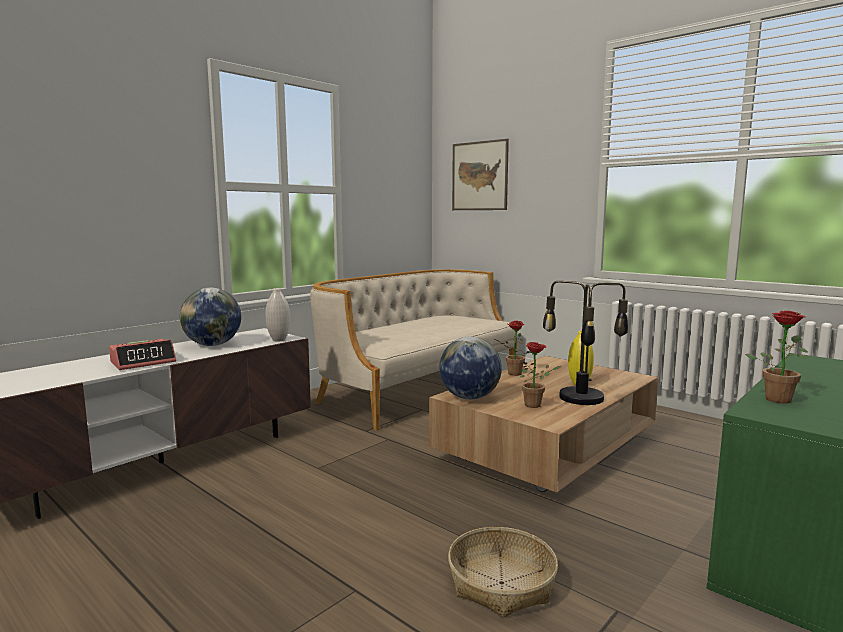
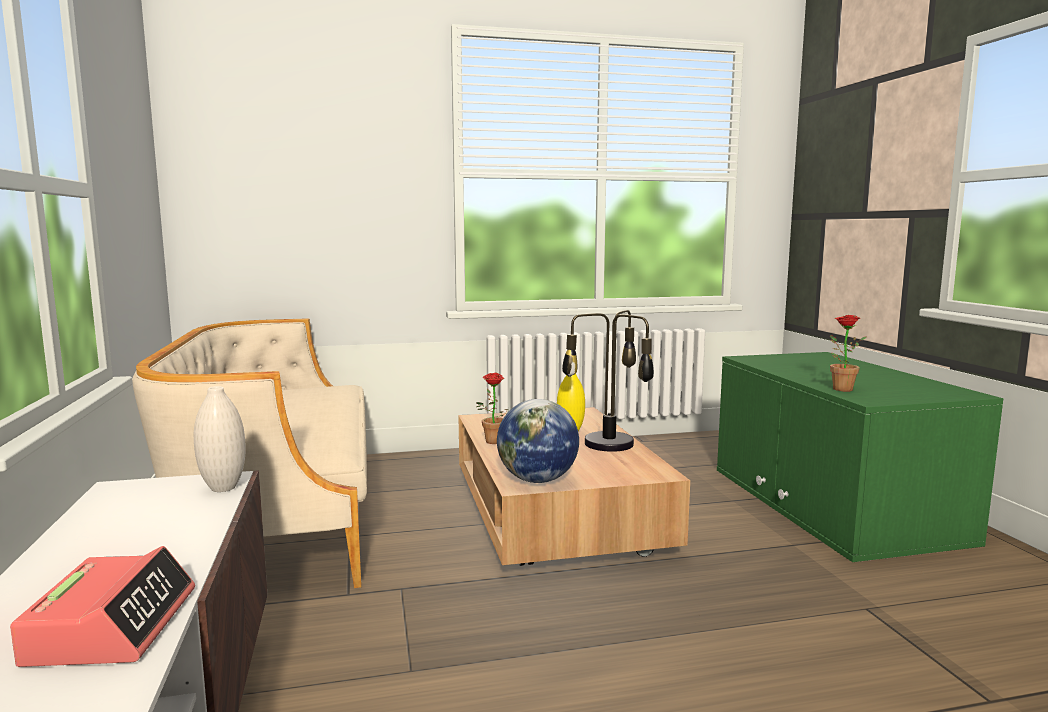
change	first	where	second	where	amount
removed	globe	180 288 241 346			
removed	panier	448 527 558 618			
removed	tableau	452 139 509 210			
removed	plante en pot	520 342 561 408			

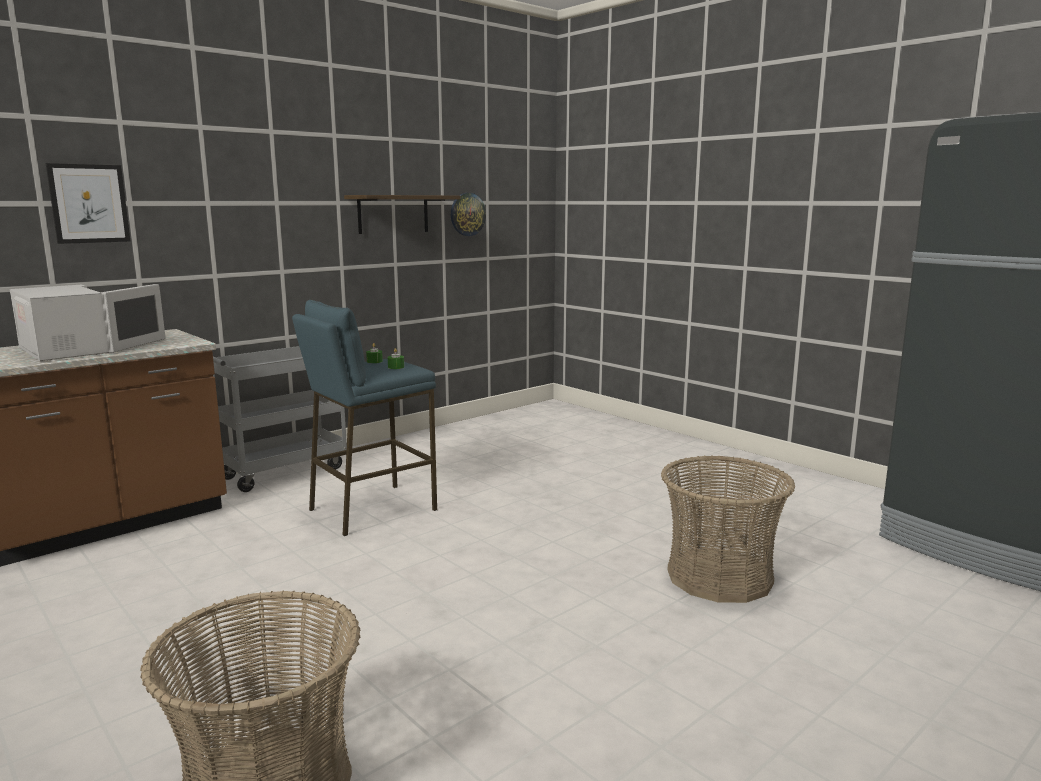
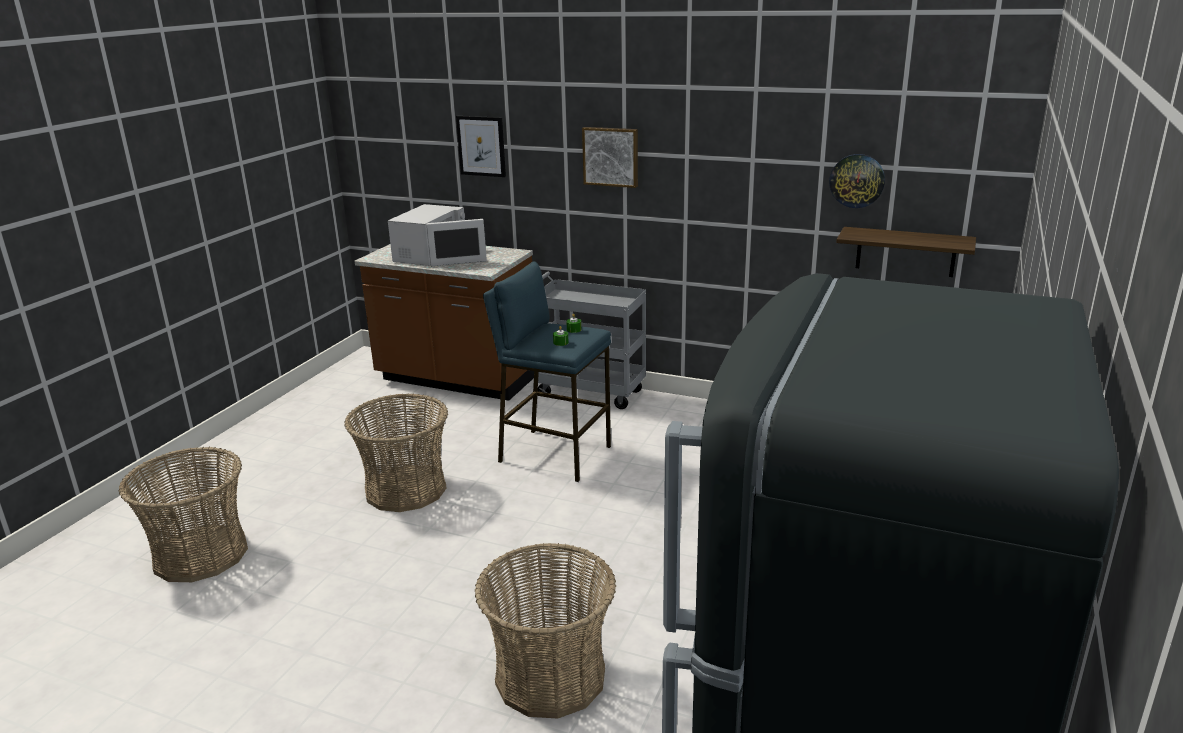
change	first	where	second	where	amount
added			panier	344 394 448 512	
added			tableau	582 127 638 188	
moved	étagère	344 195 461 234		836 227 976 277	

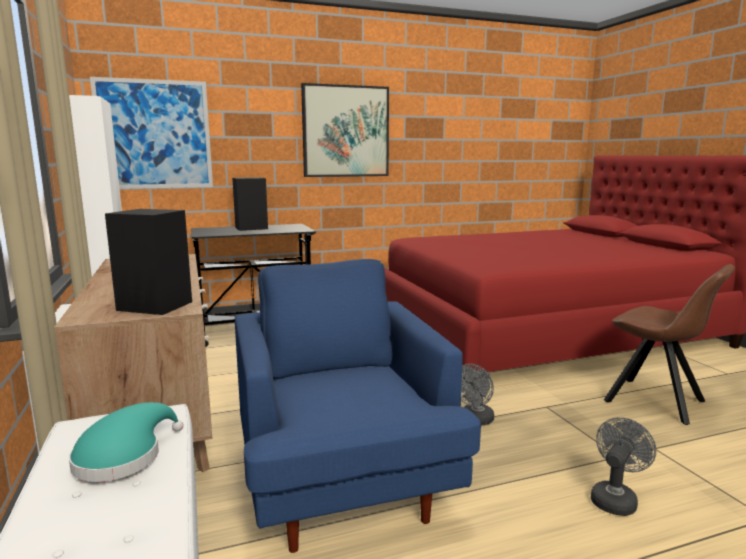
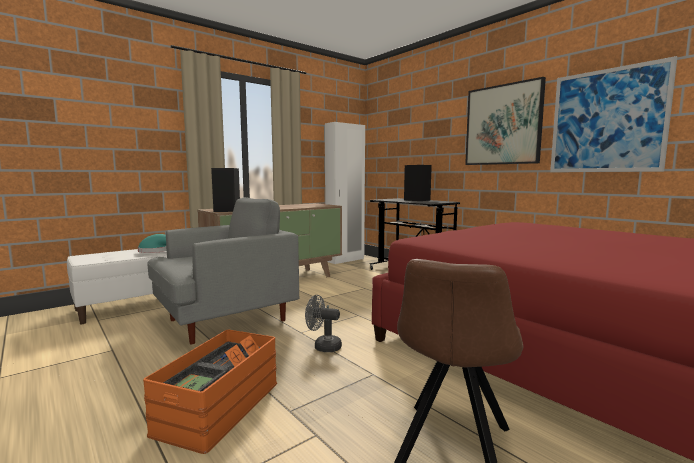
change	first	where	second	where	amount
replaced	ventilateur/gris	591 417 656 516	boîte de rangement/orange	143 330 277 454	
recoloured	fauteuil/bleu	235 259 481 553	fauteuil/gris	147 197 299 344	
moved	tableau	90 77 213 189		550 56 678 172	

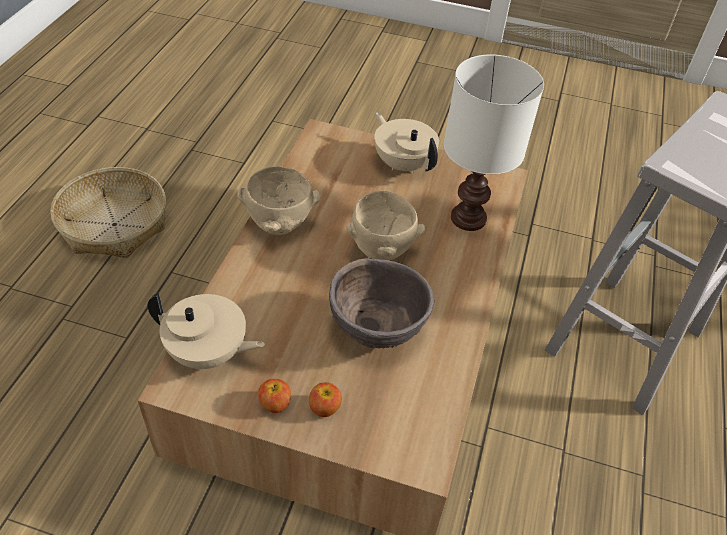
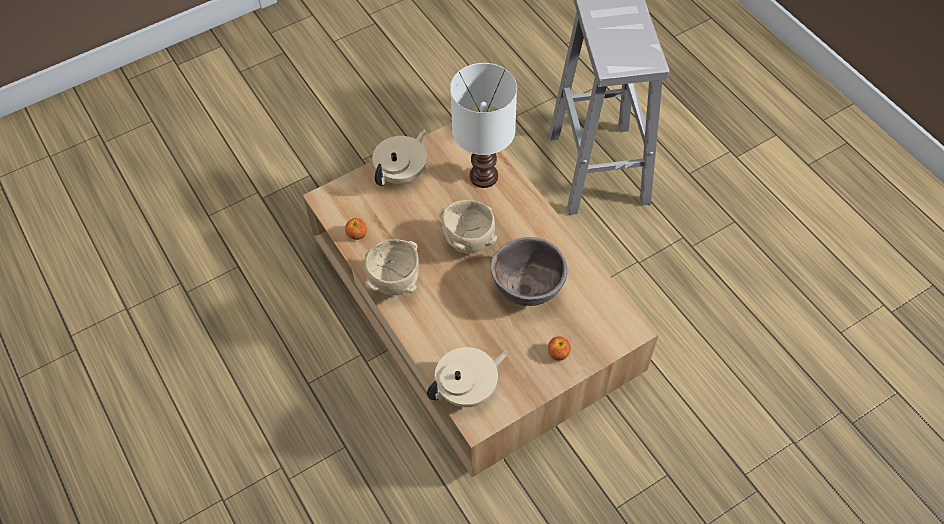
change	first	where	second	where	amount
moved	pomme	258 379 291 413		345 218 367 240	
turned	théière/beige	374 112 439 173		372 129 427 186	120 degrees clockwise
removed	panier	50 167 166 258			

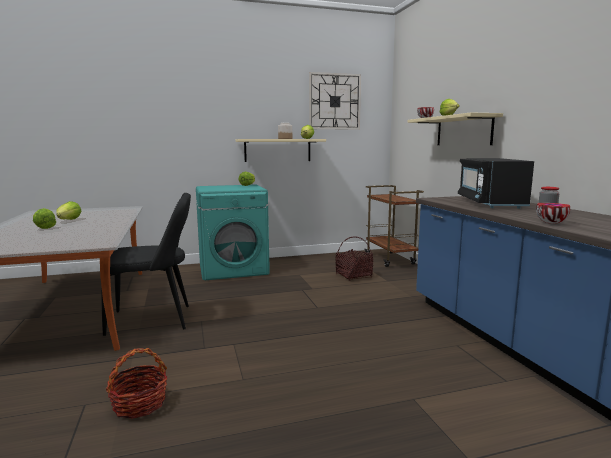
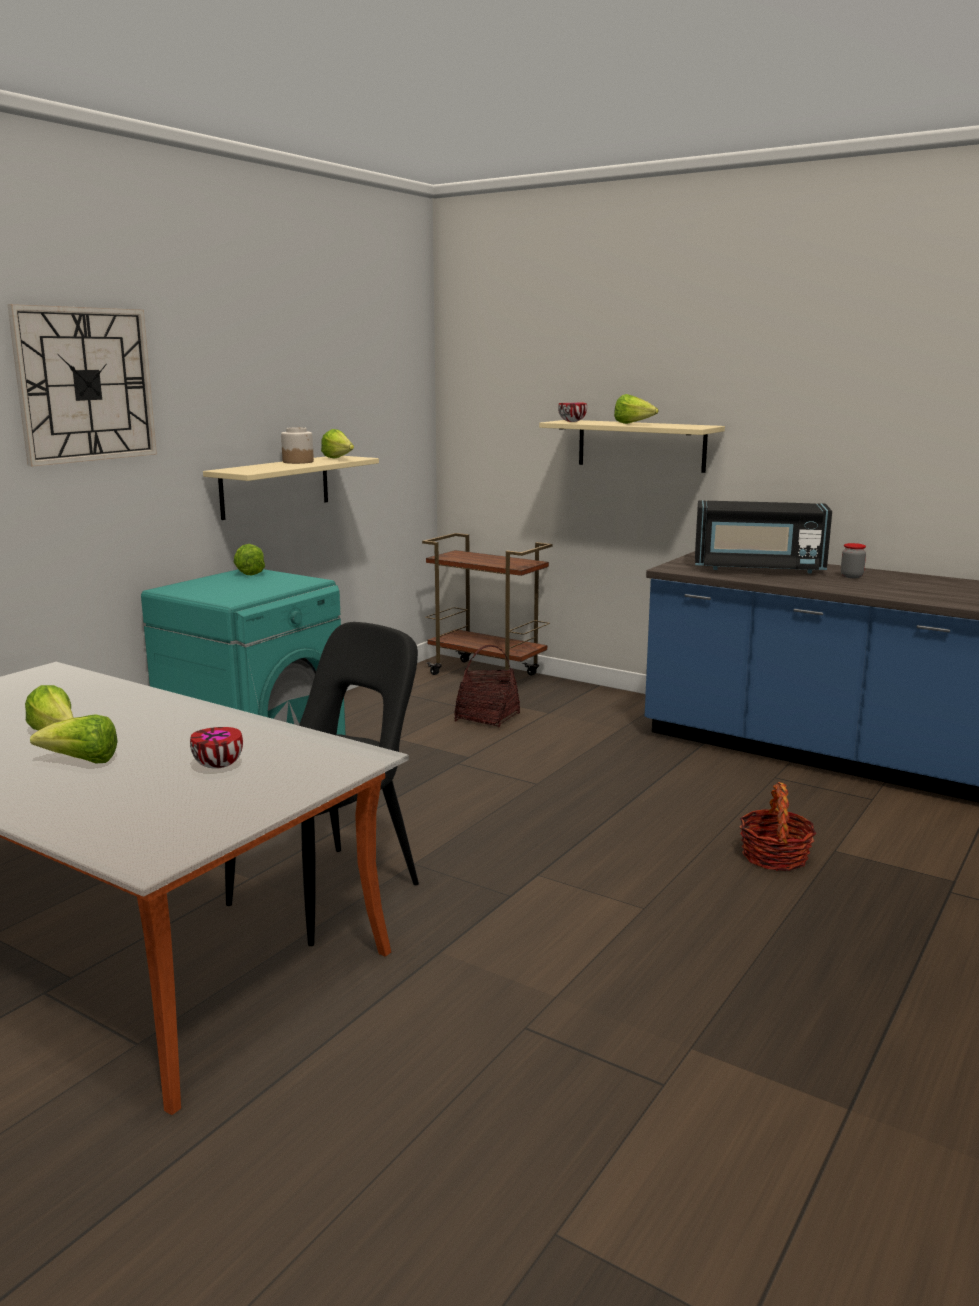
change	first	where	second	where	amount
moved	horloge murale	309 72 361 130		7 304 157 466	
moved	bol	536 203 570 224		190 727 243 769	
turned	micro-ondes/noir	458 158 534 209		695 500 832 574	45 degrees counterclockwise
moved	panier	106 348 167 419		740 782 816 871	

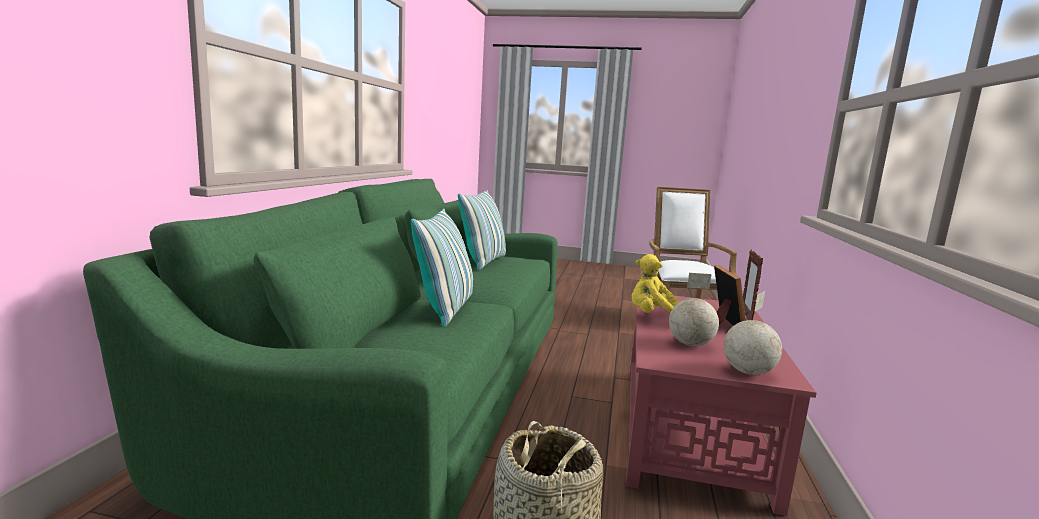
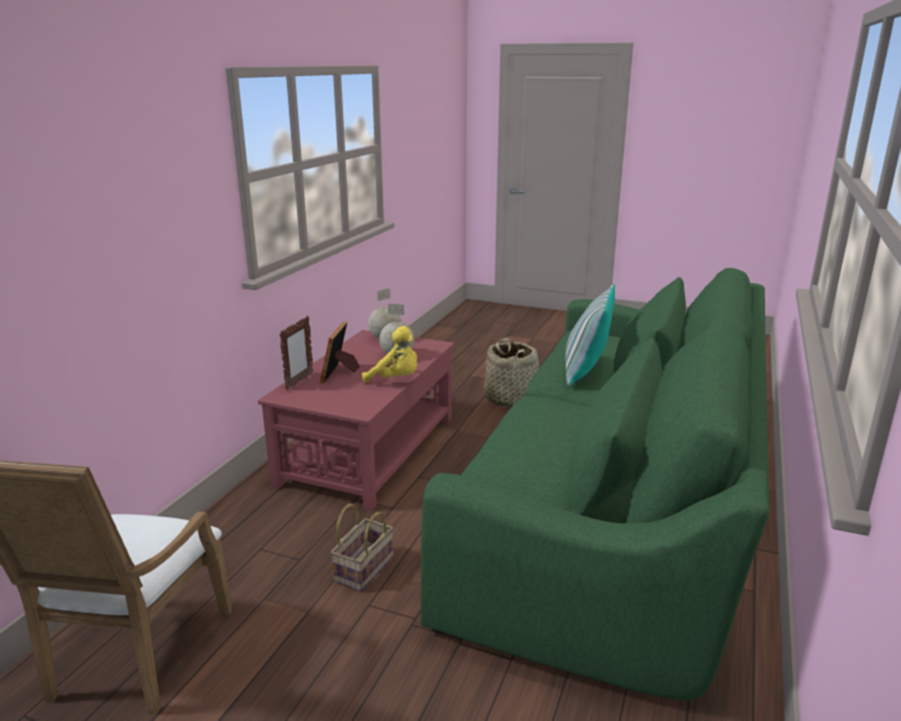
change	first	where	second	where	amount
added			panier	331 504 393 591	
removed	coussin	458 190 506 270			

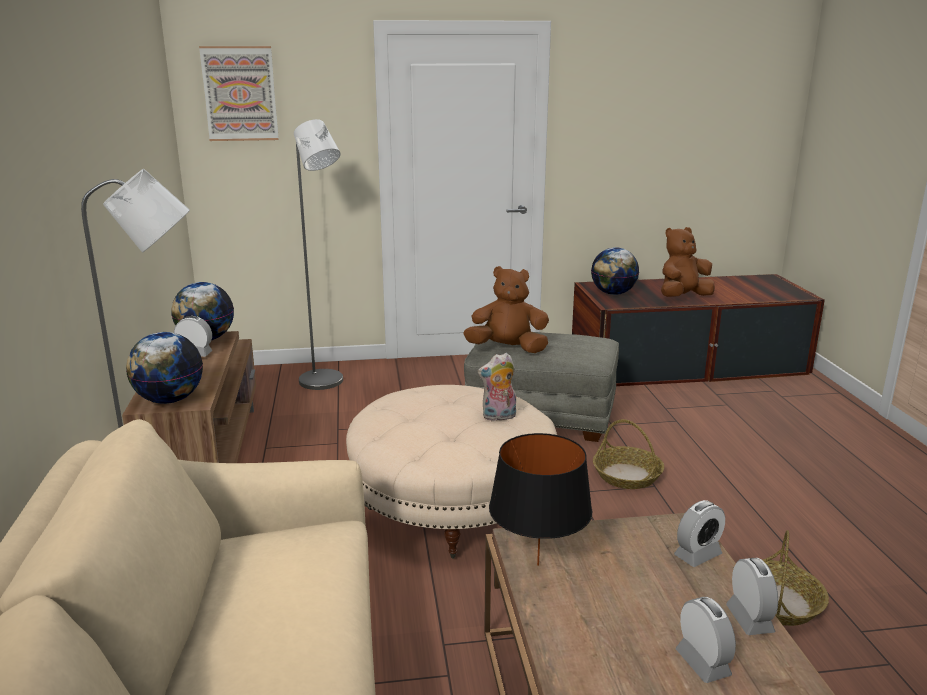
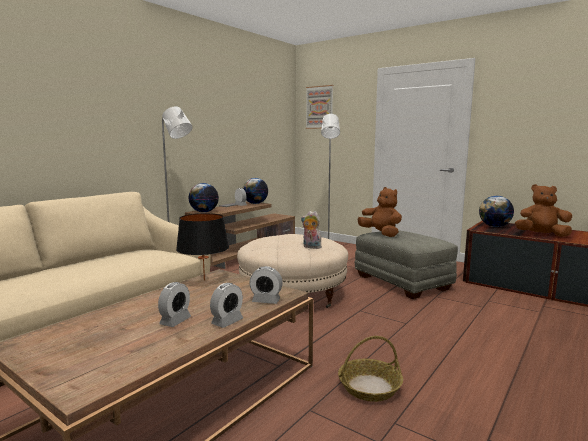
change	first	where	second	where	amount
removed	panier	593 419 664 489			

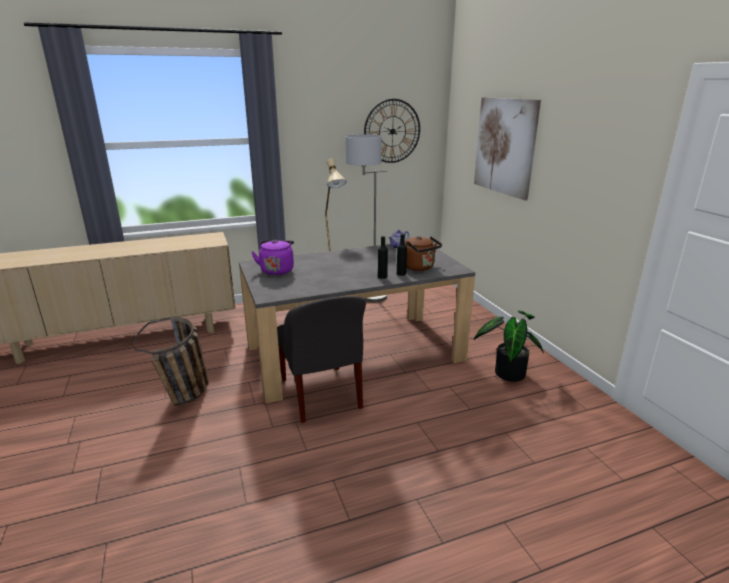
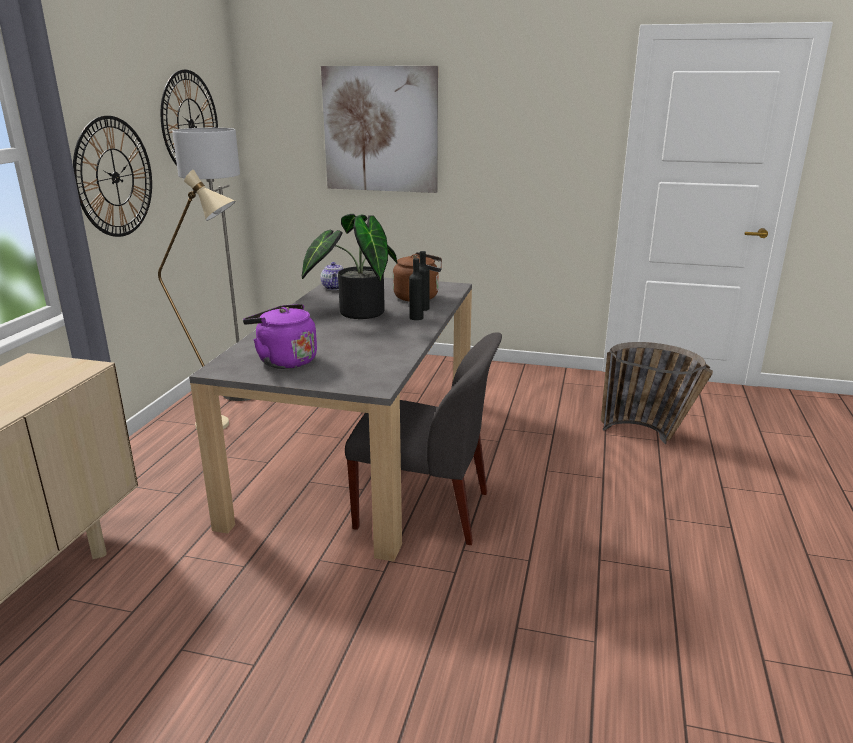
change	first	where	second	where	amount
added			horloge murale	73 116 152 237	
moved	plante en pot	474 311 544 382		302 214 398 319	
moved	panier	133 317 209 406		601 342 713 444	

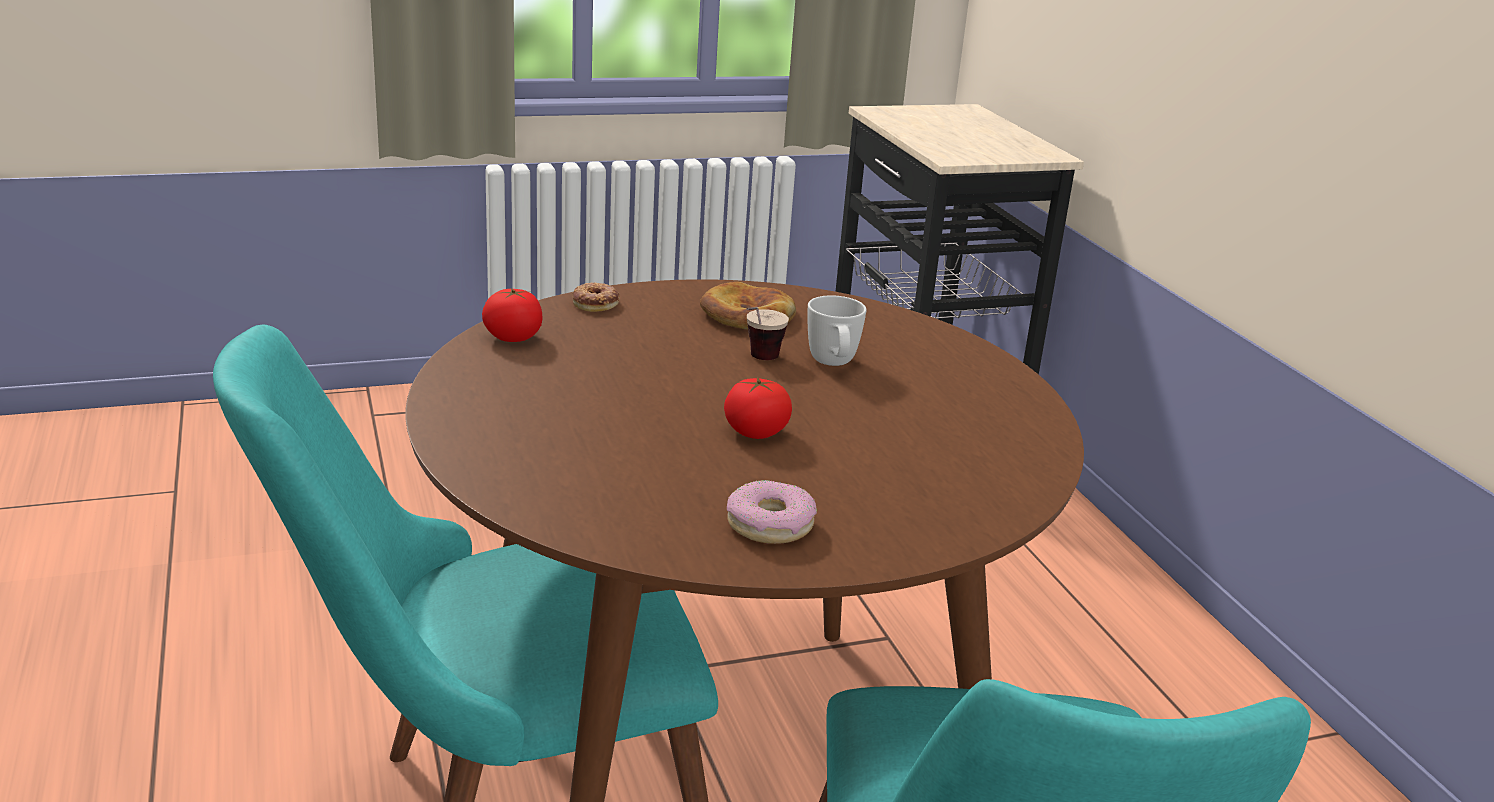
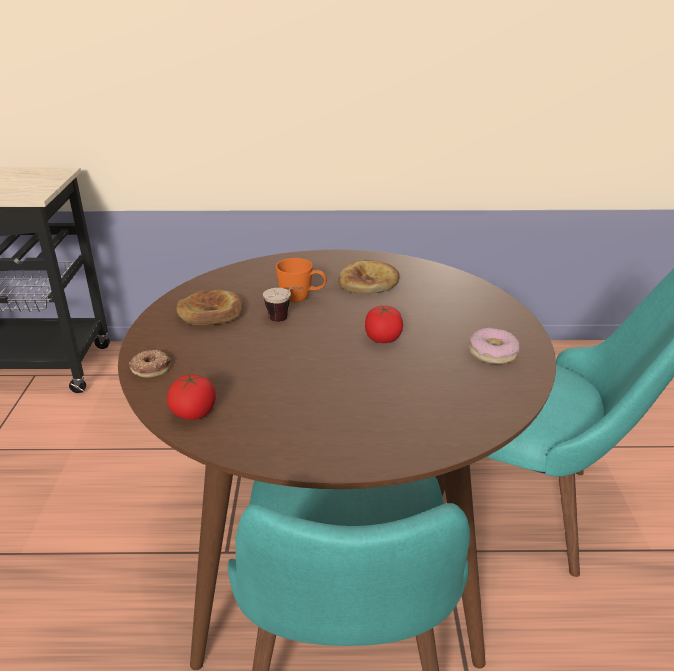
change	first	where	second	where	amount
recoloured	mug/blanc	807 295 866 366	mug/orange	276 258 327 302	
added			pain	338 260 400 293	

